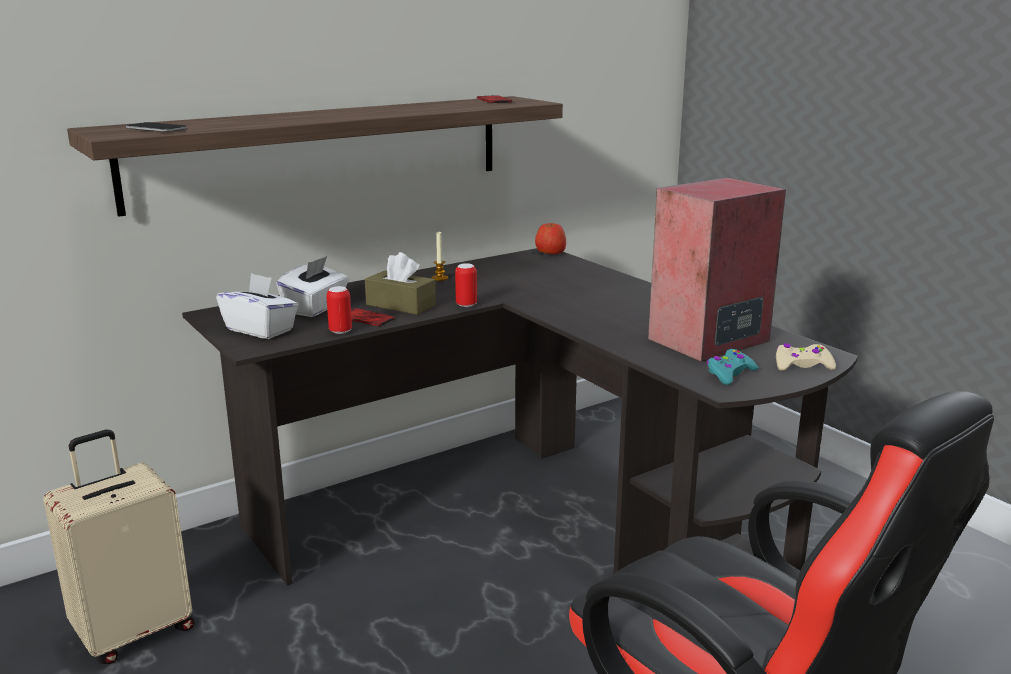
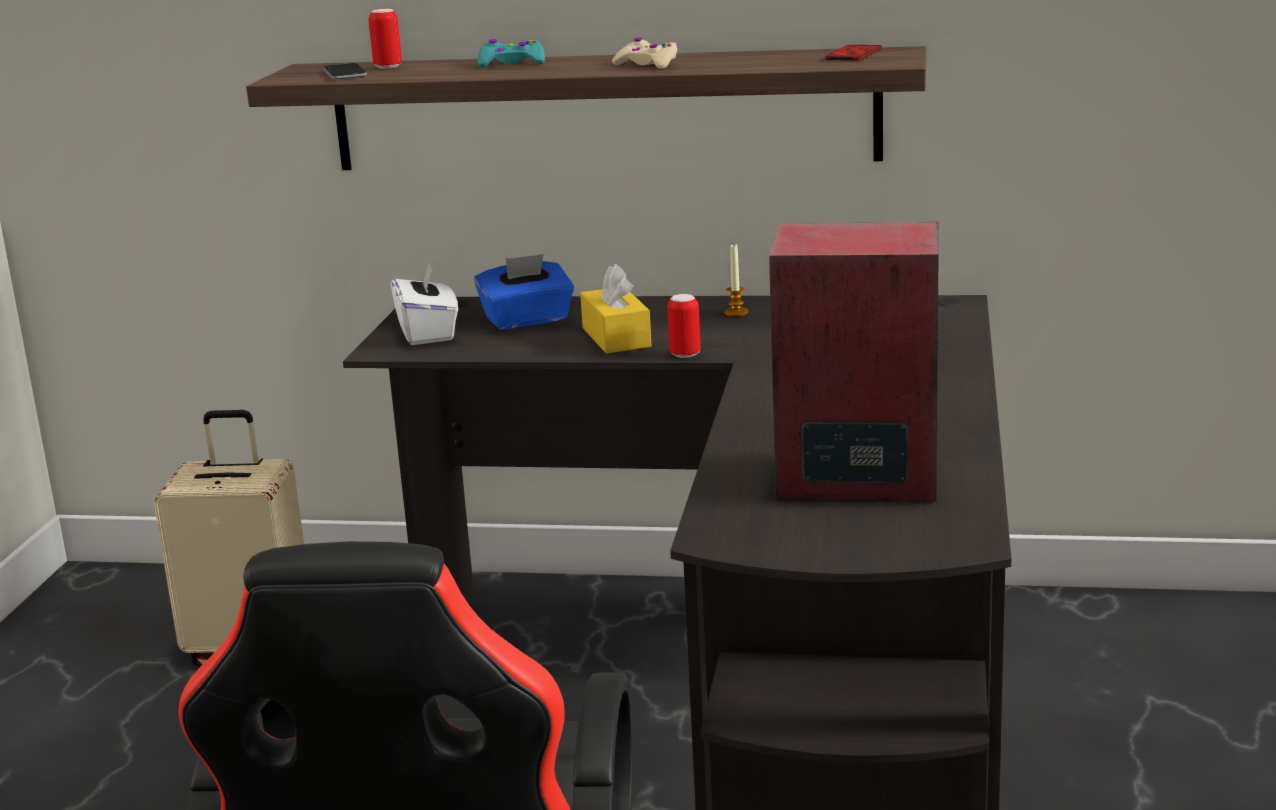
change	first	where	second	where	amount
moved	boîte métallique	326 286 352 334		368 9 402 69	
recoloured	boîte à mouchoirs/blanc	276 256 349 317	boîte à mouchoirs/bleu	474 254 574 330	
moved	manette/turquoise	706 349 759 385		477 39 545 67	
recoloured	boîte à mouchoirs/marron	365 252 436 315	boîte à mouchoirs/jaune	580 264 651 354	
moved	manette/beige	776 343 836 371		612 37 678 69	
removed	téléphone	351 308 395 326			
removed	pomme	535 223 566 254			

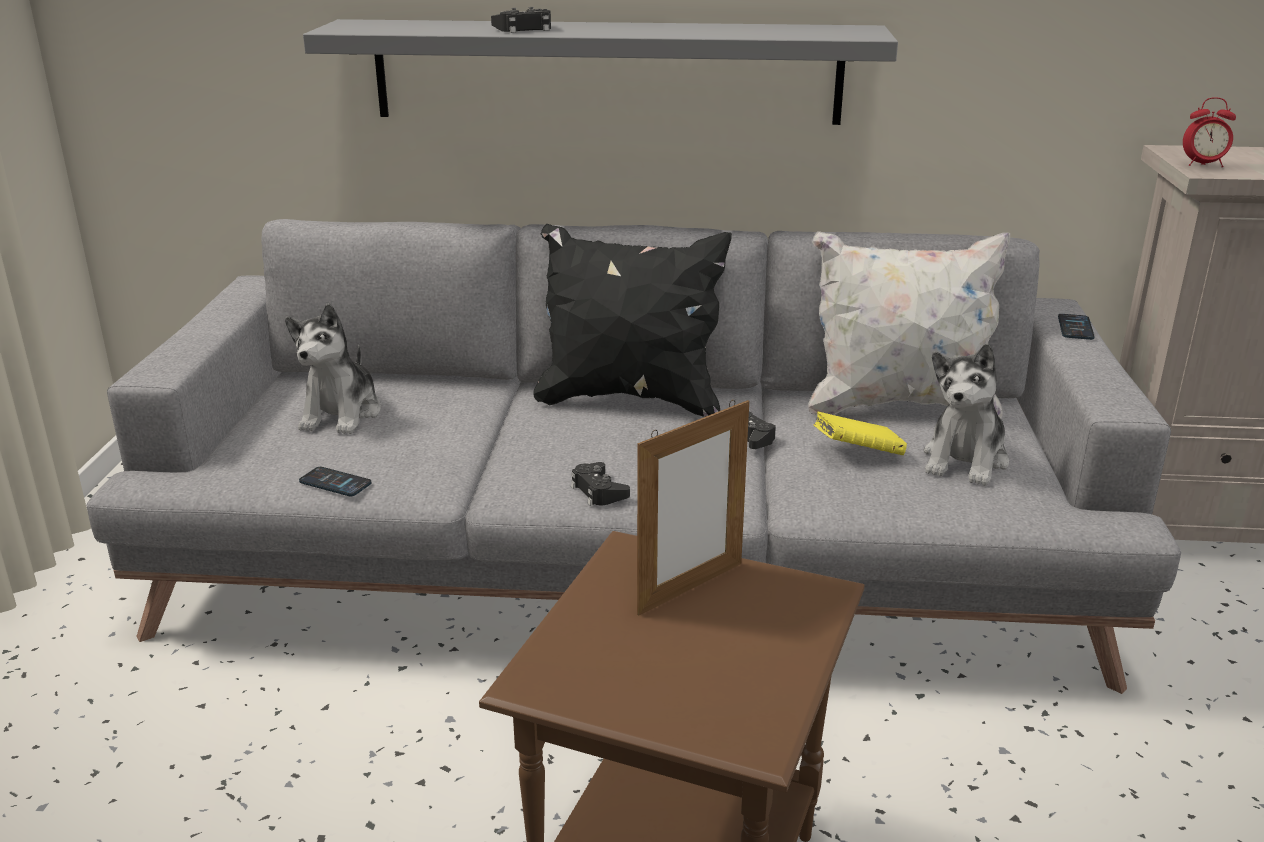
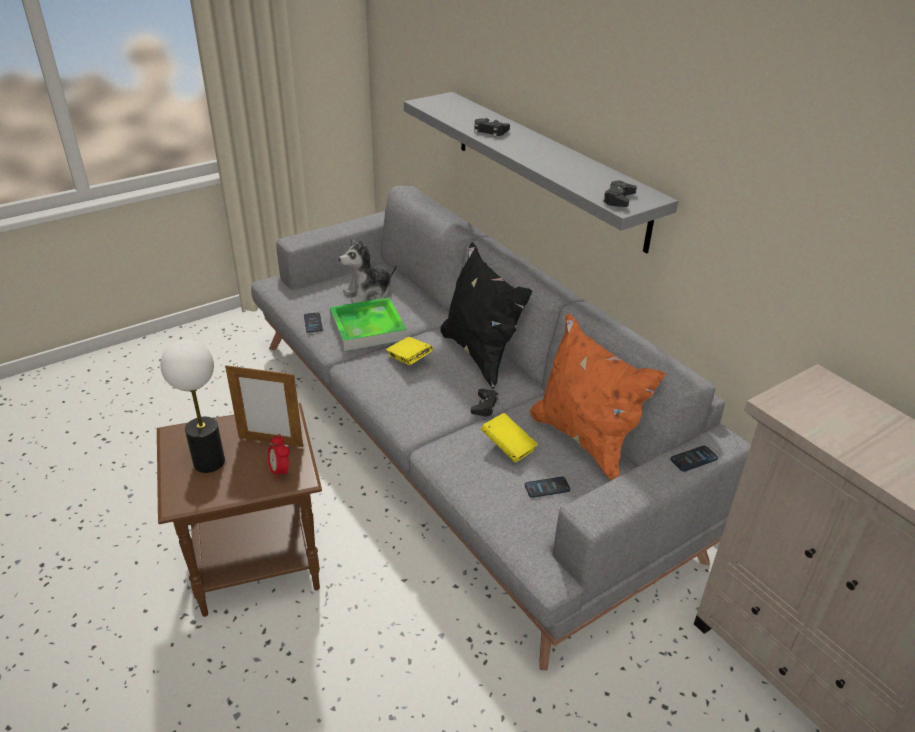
change	first	where	second	where	amount
added			lampe de table	160 339 225 473	
moved	réveil	1183 97 1236 167		268 434 289 481	
added			plateau	330 297 407 351	
added			livre/jaune	386 337 433 365	
replaced	peluche	924 343 1009 486	téléphone	525 477 570 498	
recoloured	coussin/blanc	808 231 1010 419	coussin/orange	530 313 666 480	
moved	manette/noir	571 462 630 506		603 180 637 207	

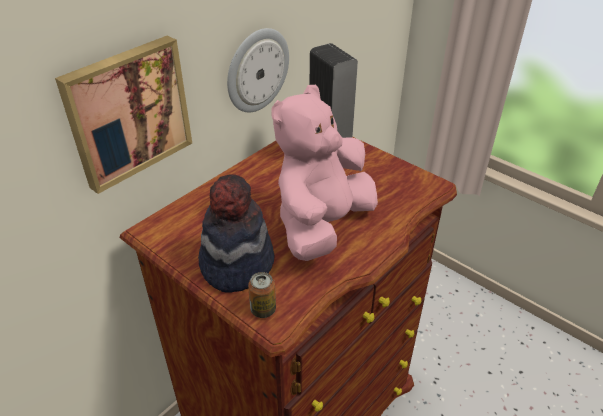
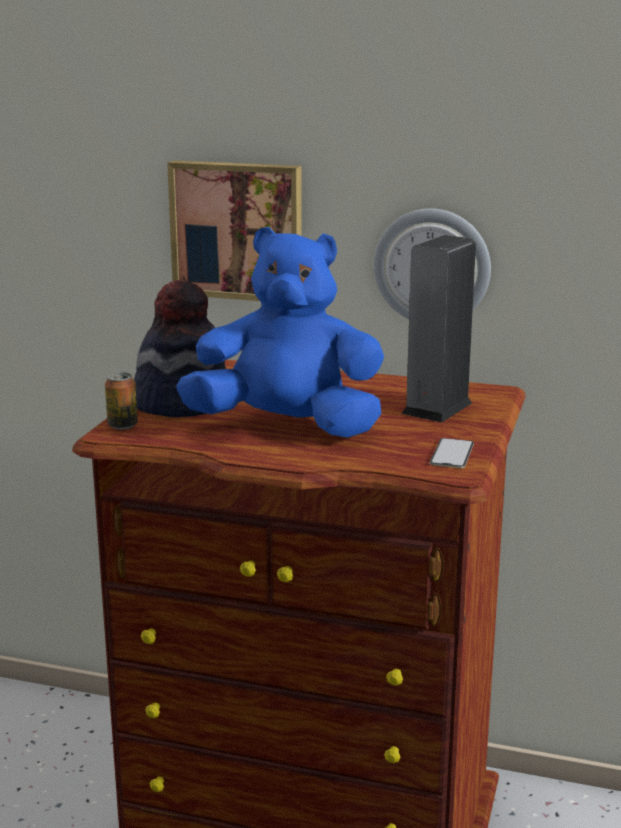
change	first	where	second	where	amount
recoloured	peluche/rose	271 85 378 261	peluche/bleu	176 227 384 438	
added			téléphone	430 438 474 468	

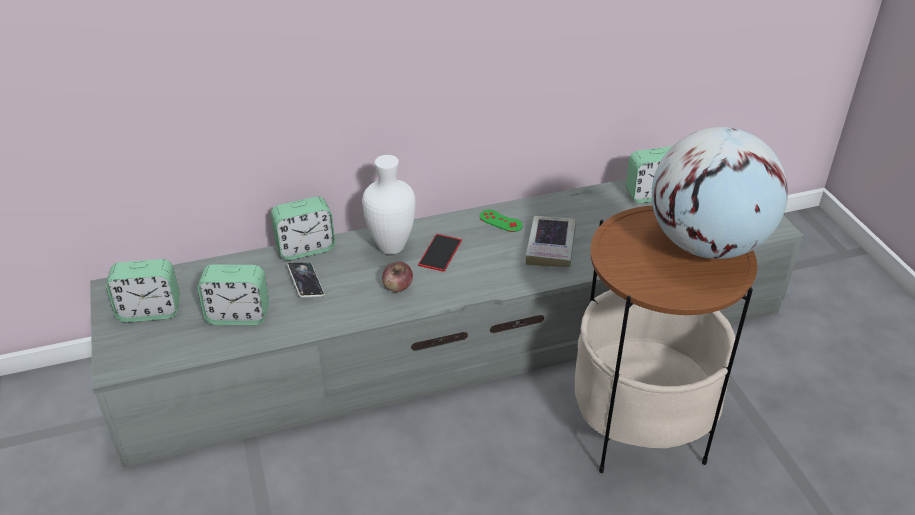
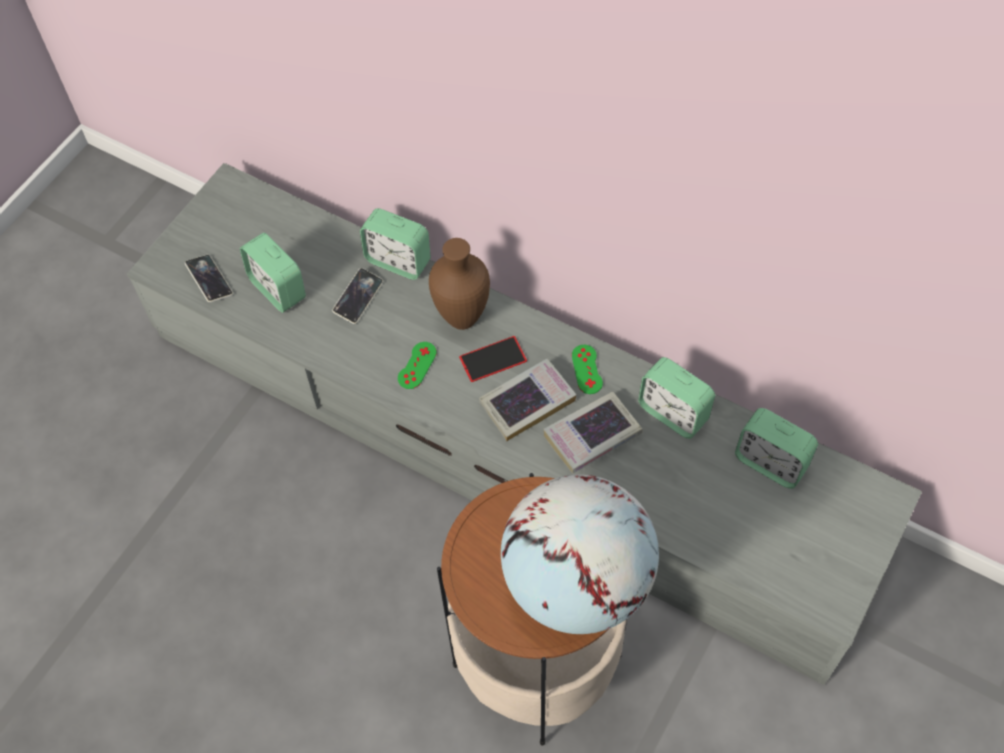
change	first	where	second	where	amount
added			téléphone	185 255 233 302	
replaced	pomme	382 262 413 292	manette/vert	398 342 437 389	
recoloured	vase/blanc	362 155 416 255	vase/marron	429 238 490 330	
added			livre	479 359 576 441	
moved	réveil	106 259 180 322		638 357 715 439	

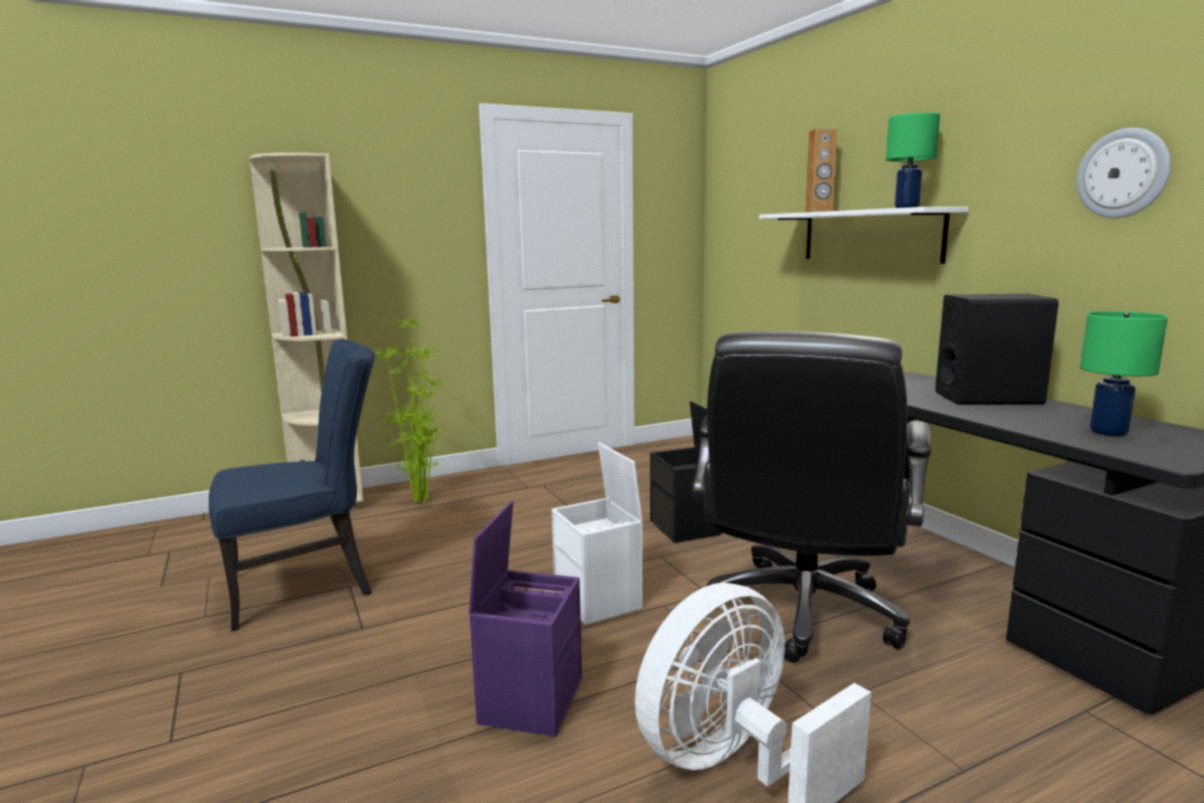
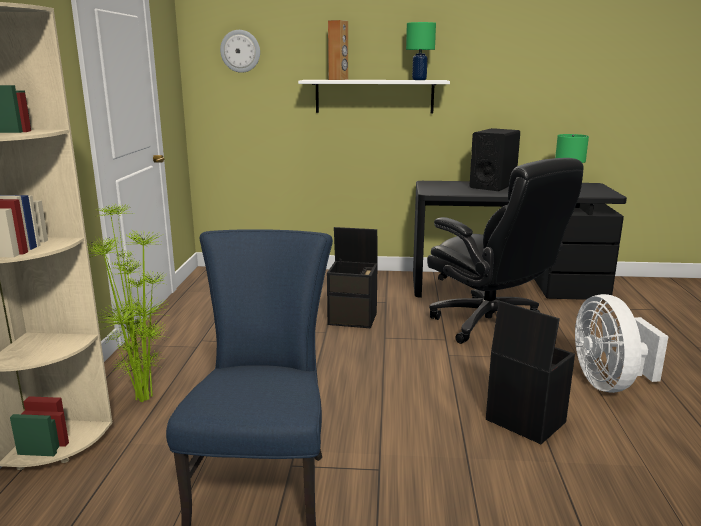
change	first	where	second	where	amount
moved	horloge murale	1077 128 1171 218		220 30 260 73	
recoloured	boîte de rangement/violet	469 501 582 737	boîte de rangement/noir	486 301 575 444	
removed	boîte de rangement/blanc	552 442 643 625			

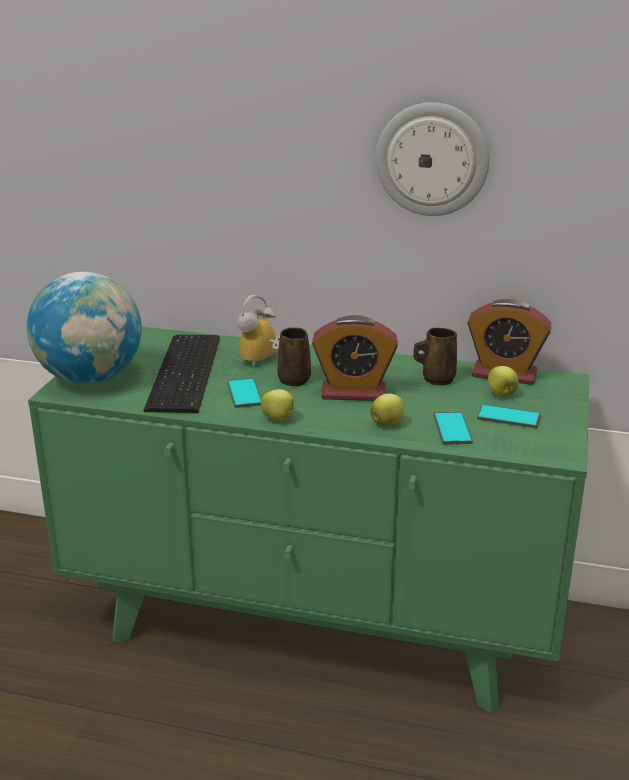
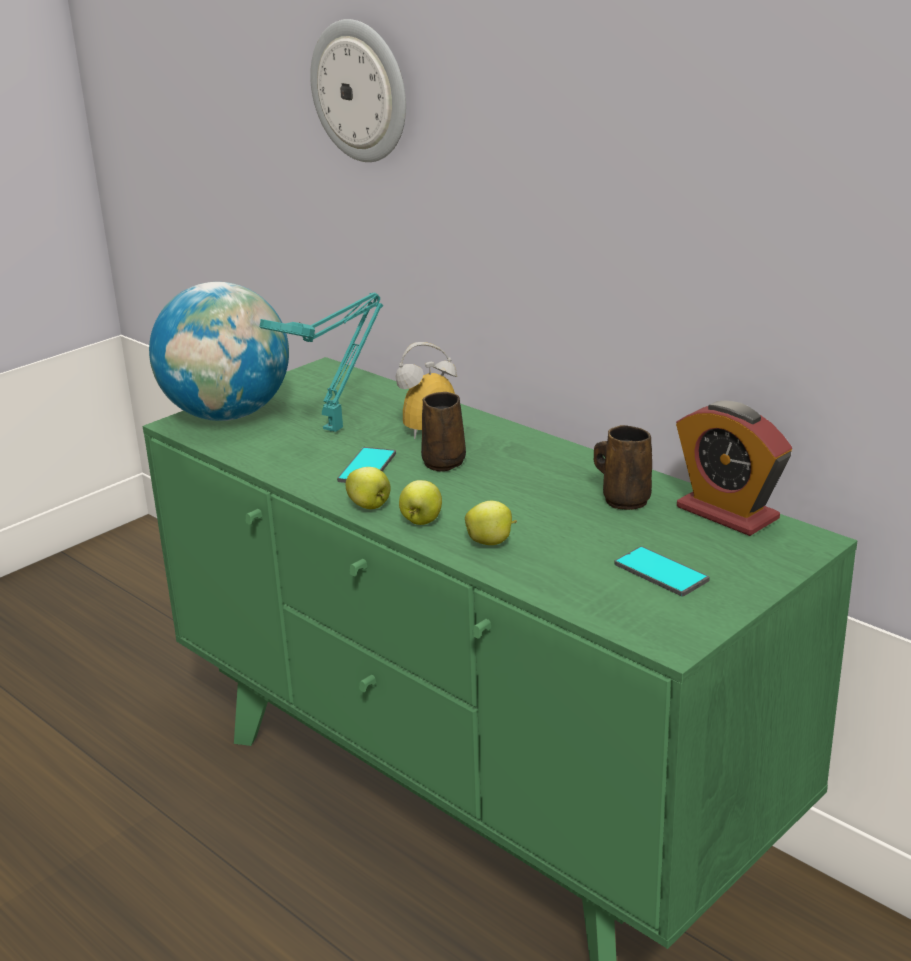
change	first	where	second	where	amount
replaced	clavier	143 335 220 413	lampe de table/turquoise	259 293 383 432	
moved	horloge murale	376 102 489 216		310 19 406 162	
moved	pomme	488 366 519 397		399 480 442 525	
removed	réveil	312 315 398 401			
removed	téléphone	434 412 473 444			

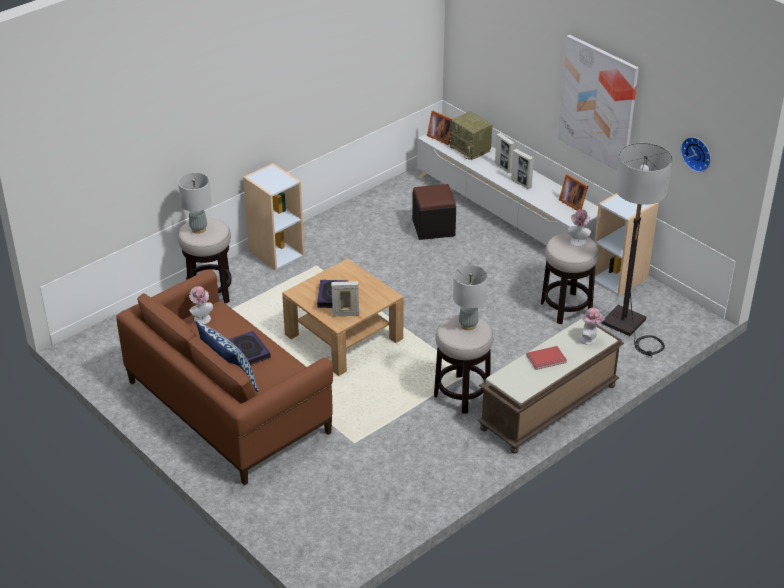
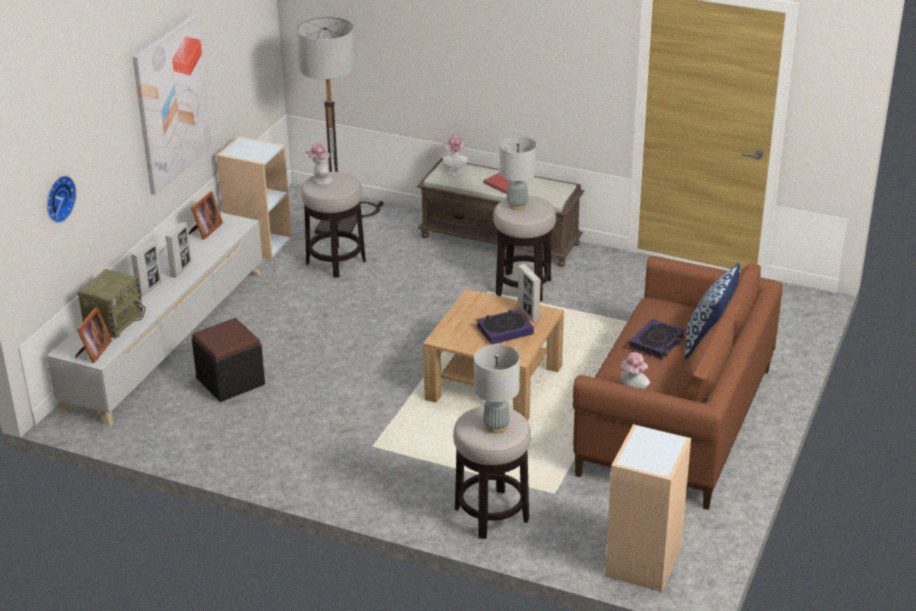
change	first	where	second	where	amount
moved	horloge murale	681 137 711 172		47 175 77 223	
moved	bibliothèque	243 163 304 271		605 424 691 592	

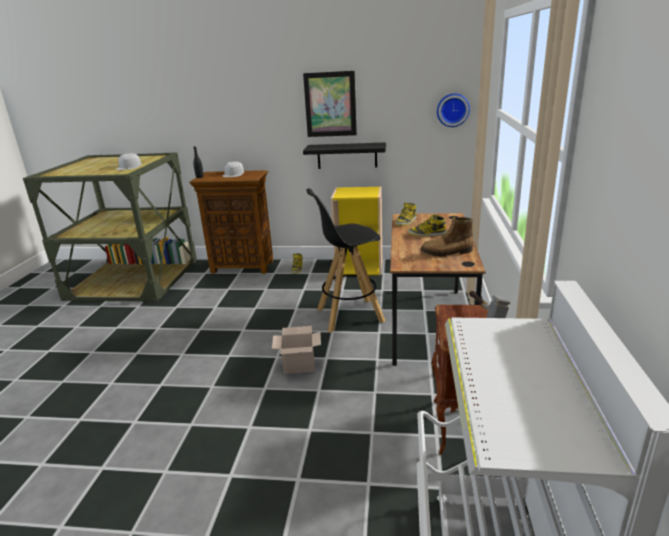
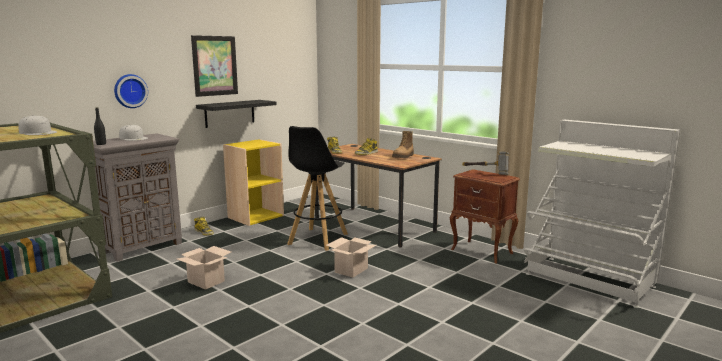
change	first	where	second	where	amount
recoloured	meuble de rangement/marron	189 170 273 274	meuble de rangement/gris	93 133 182 262	
moved	horloge murale	437 93 470 127		114 74 148 108	
added			carton	177 246 231 290	

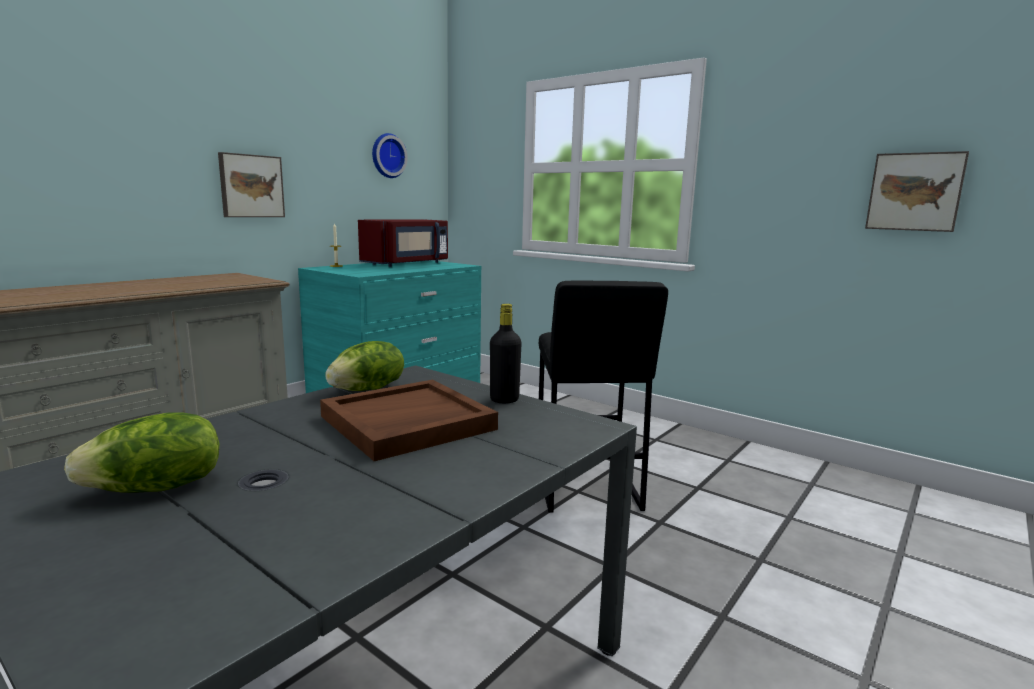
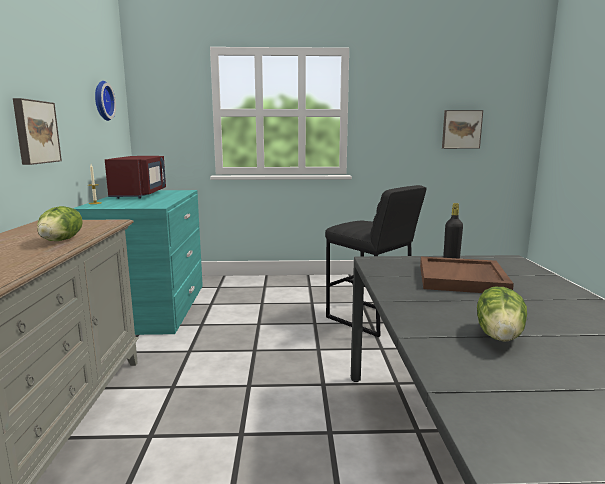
change	first	where	second	where	amount
moved	laitue	325 341 404 391		37 206 83 241	

